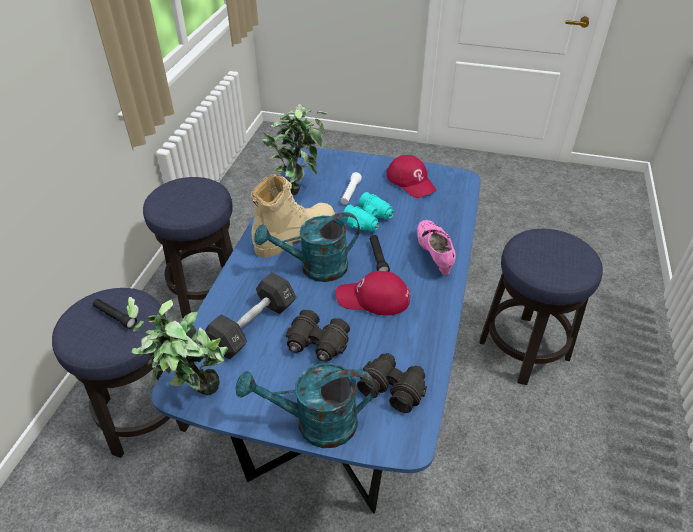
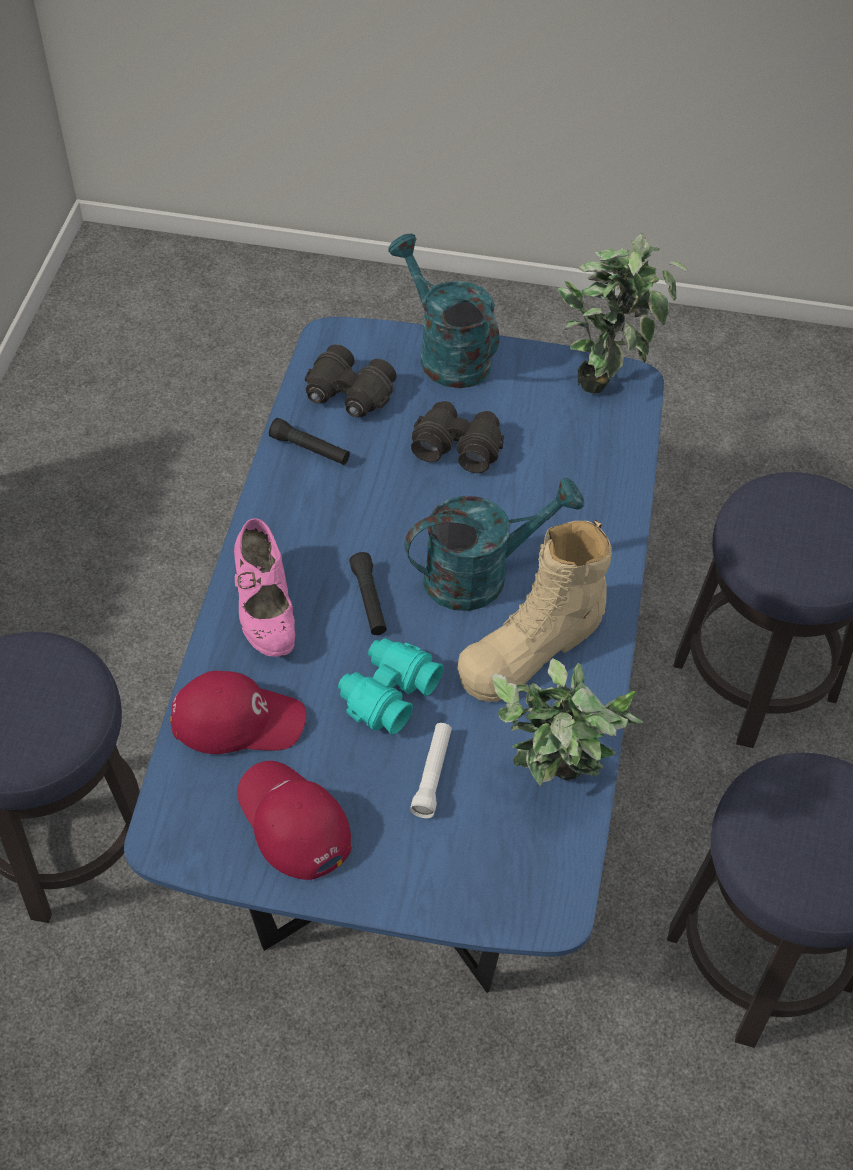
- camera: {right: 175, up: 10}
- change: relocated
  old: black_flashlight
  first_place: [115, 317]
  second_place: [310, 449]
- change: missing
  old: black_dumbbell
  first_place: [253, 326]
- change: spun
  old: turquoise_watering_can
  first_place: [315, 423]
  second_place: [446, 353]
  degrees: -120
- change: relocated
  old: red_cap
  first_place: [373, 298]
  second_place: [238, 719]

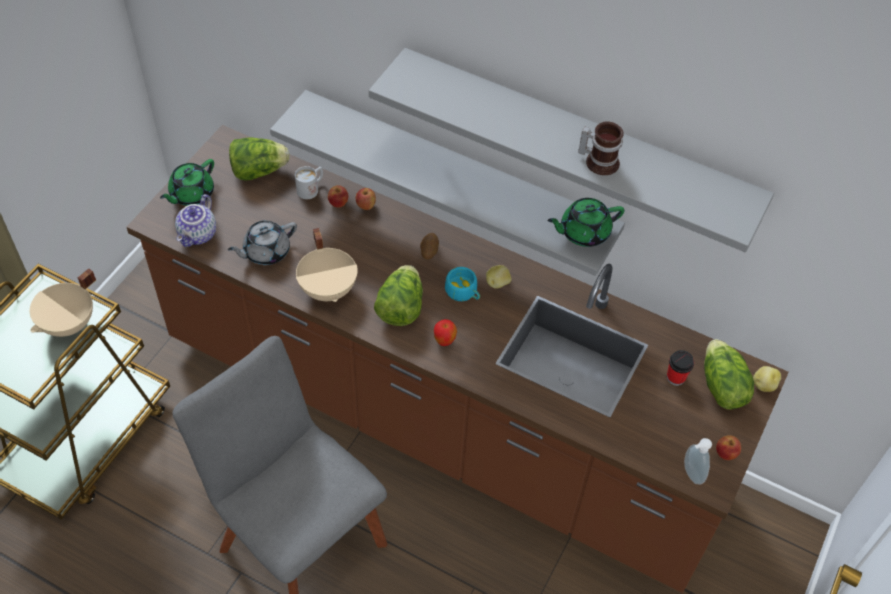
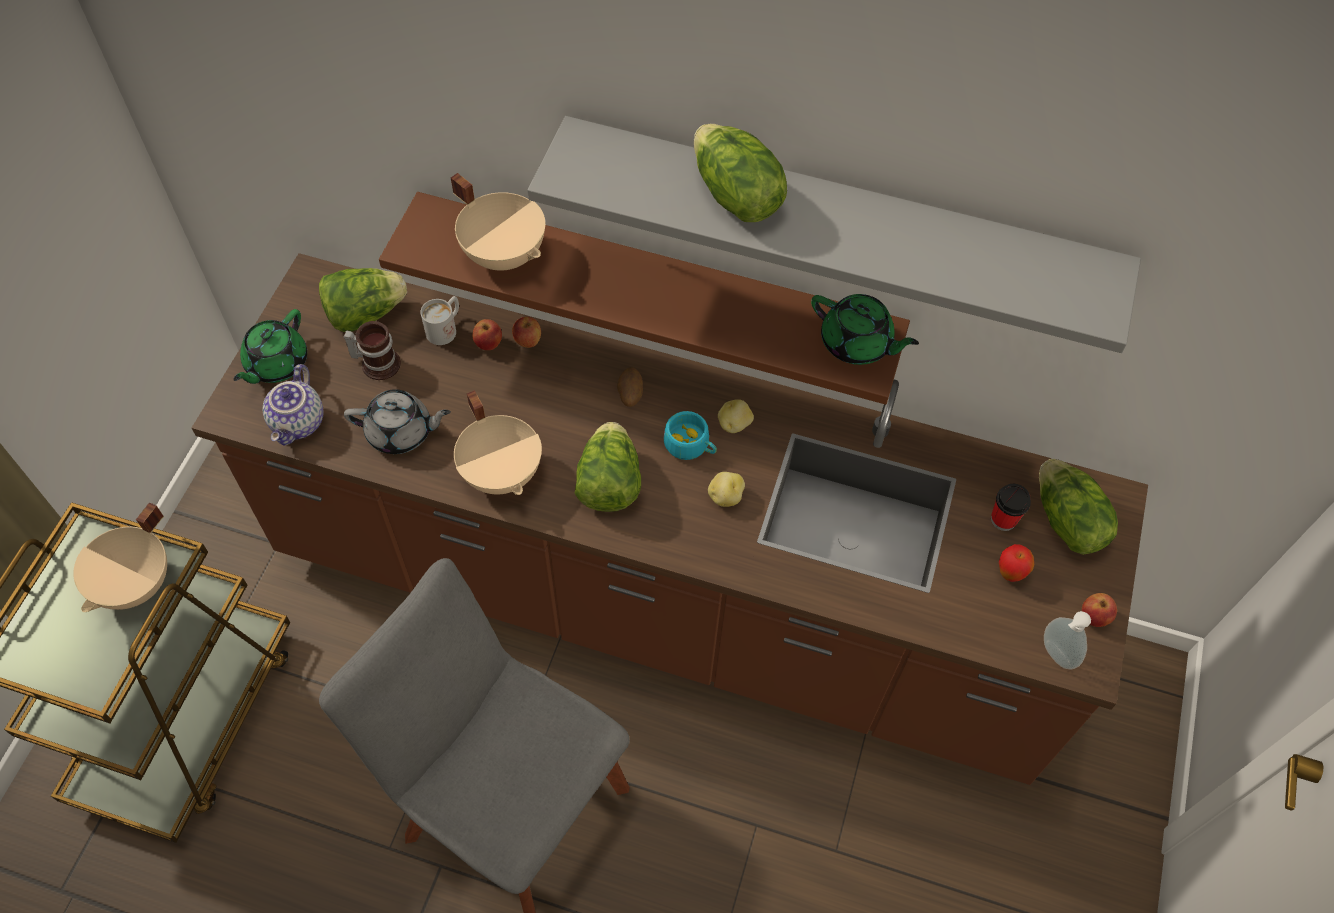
- camera: {right: -10, up: 5}
- change: spun
  old: grey_teapot
  first_place: [265, 252]
  second_place: [401, 432]
  degrees: -135
- change: colour
  old: grey_shelf
  new: brown_shelf
  first_place: [457, 175]
  second_place: [656, 283]
- change: relocated
  old: apple
  first_place: [444, 341]
  second_place: [1010, 573]
- change: spun
  old: green_teapot
  first_place: [583, 232]
  second_place: [857, 343]
  degrees: -120
- change: relocated
  old: mug
  first_place: [599, 160]
  second_place: [377, 362]
- change: relocated
  old: potato
  first_place: [763, 384]
  second_place: [725, 496]
- change: appeared
  new: beige_cooking_pot
  second_place: [504, 254]
- change: appeared
  new: lettuce
  second_place: [735, 196]

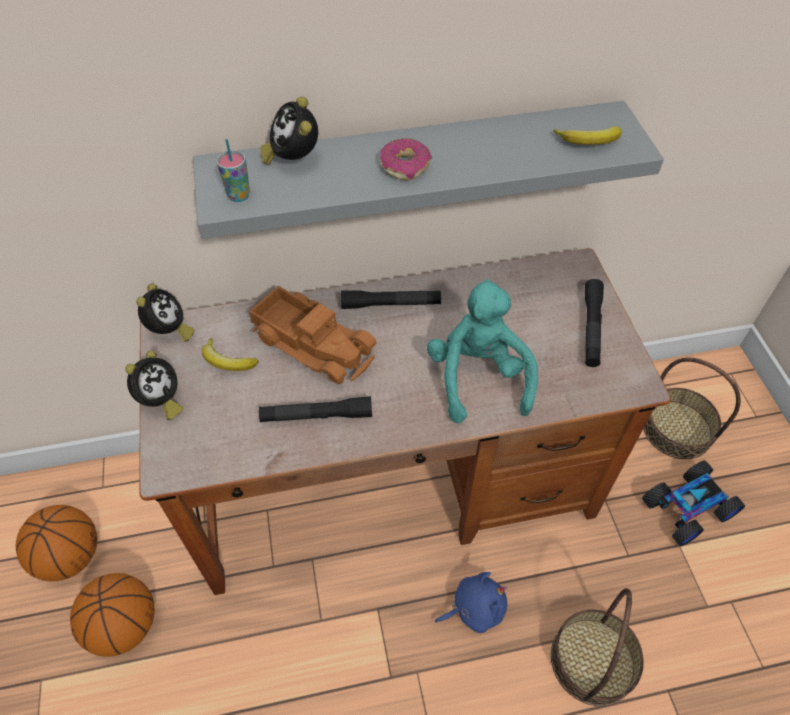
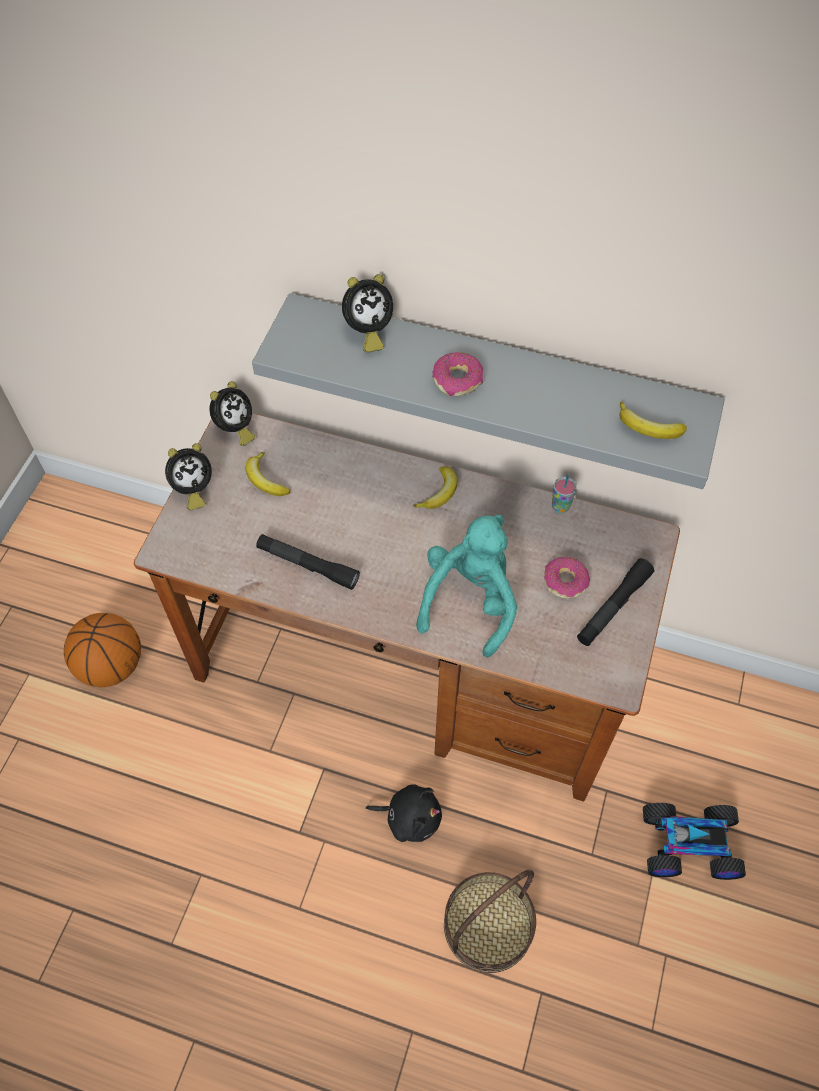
- camera: {right: 30, up: 5}
- change: missing
  old: basketball
  first_place: [70, 556]
- change: relocated
  old: cup
  first_place: [239, 196]
  second_place: [560, 507]
- change: missing
  old: toy_truck
  first_place: [314, 343]
- change: spun
  old: alarm_clock
  first_place: [293, 160]
  second_place: [367, 332]
  degrees: -135
- change: exchanged
  old: black_flashlight
  new: banana
  first_place: [391, 304]
  second_place: [439, 493]
- change: colour
  old: blue_plush_toy
  new: black_plush_toy
  first_place: [474, 608]
  second_place: [410, 817]
- change: missing
  old: basket
  first_place: [677, 429]
- change: appeared
  new: donut
  second_place: [565, 581]

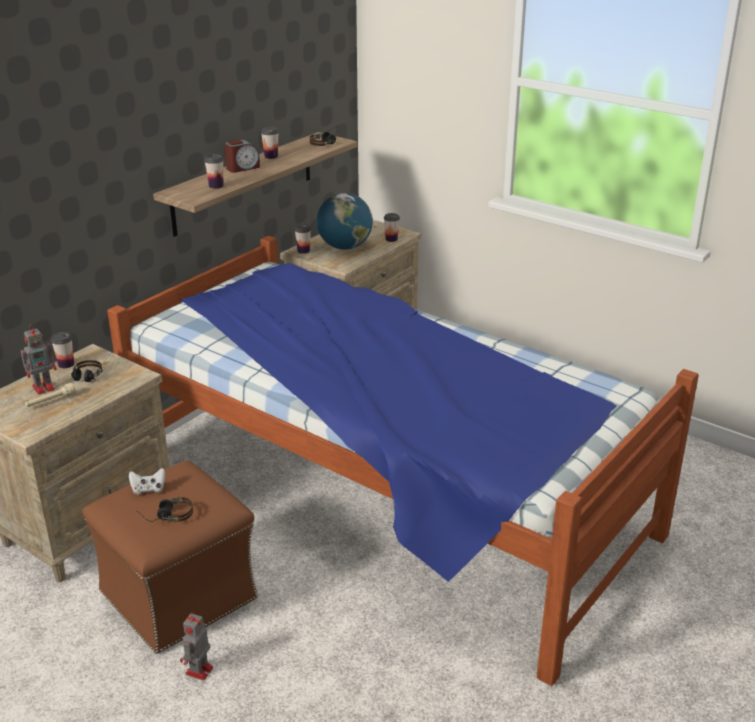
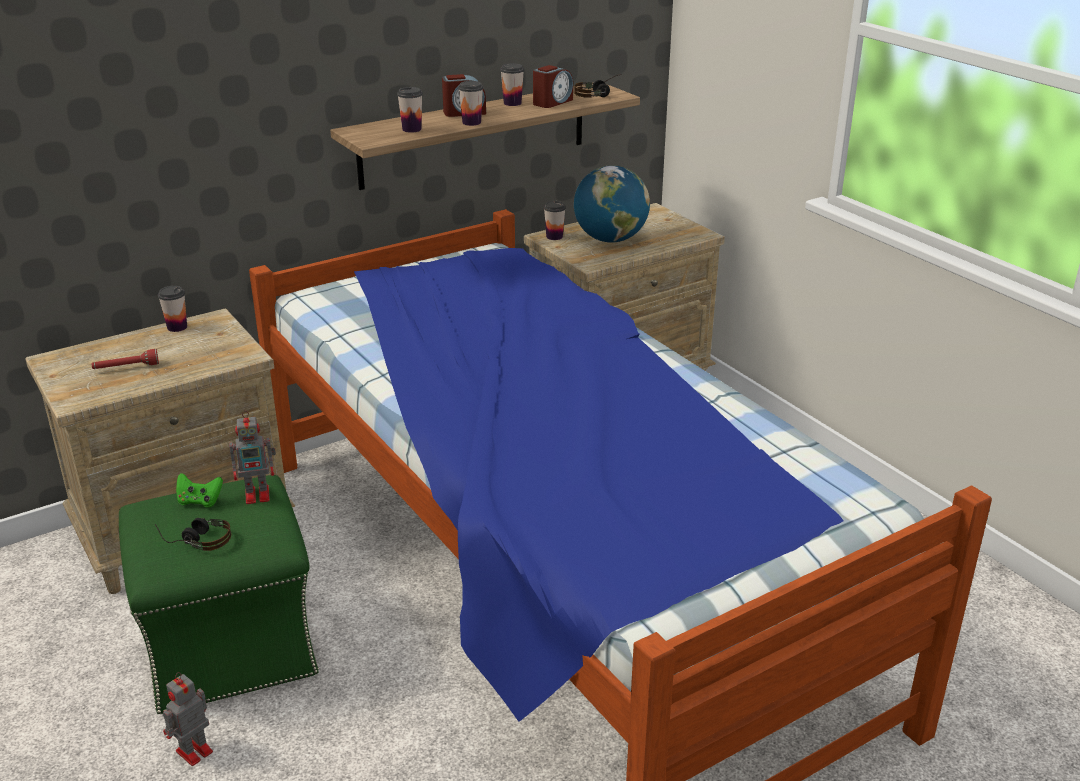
- camera: {right: 20, up: 0}
- change: relocated
  old: toy_robot
  first_place: [44, 387]
  second_place: [259, 494]
- change: colour
  old: beige_flashlight
  new: red_flashlight
  first_place: [51, 401]
  second_place: [126, 368]
- change: missing
  old: headphones
  first_place: [86, 380]
- change: colour
  old: brown_ottoman
  new: green_ottoman
  first_place: [180, 594]
  second_place: [232, 645]
- change: colour
  old: white_game_controller
  new: green_game_controller
  first_place: [148, 489]
  second_place: [200, 501]
- change: relocated
  old: cup
  first_place: [391, 239]
  second_place: [471, 122]
- change: appeared
  new: alarm_clock
  second_place: [552, 102]

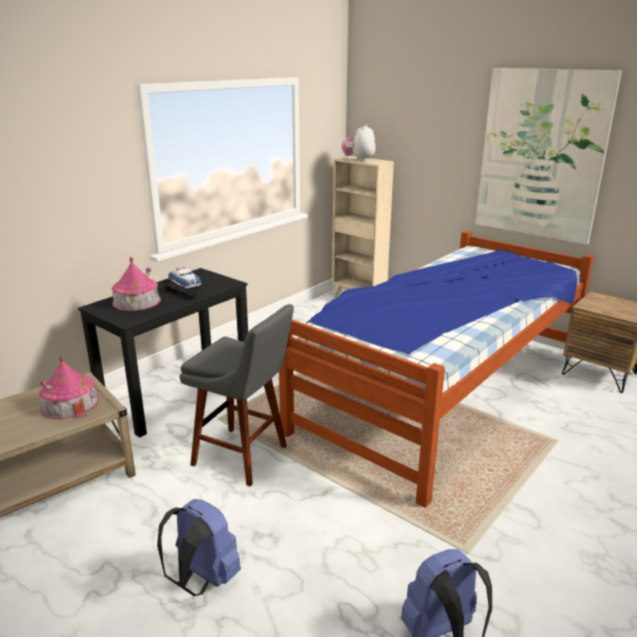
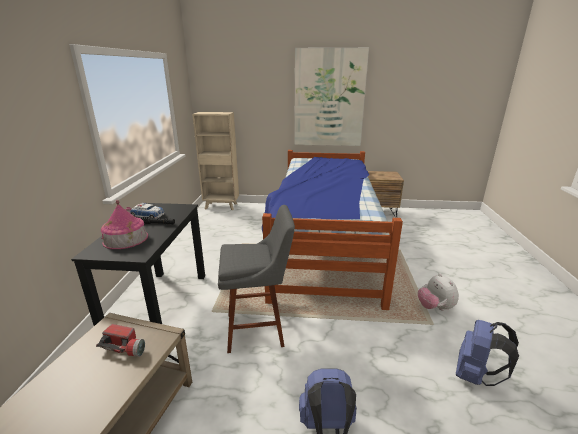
- camera: {right: -35, up: 0}
- change: exchanged
  old: toy_house
  new: flashlight
  first_place: [70, 404]
  second_place: [125, 347]
- change: relocated
  old: plush_toy
  first_place: [359, 160]
  second_place: [435, 307]

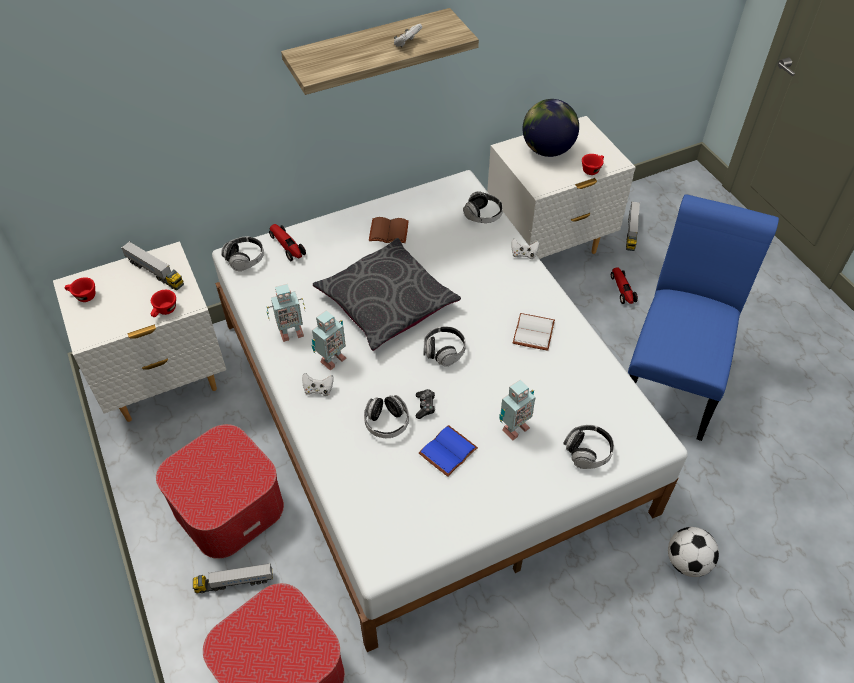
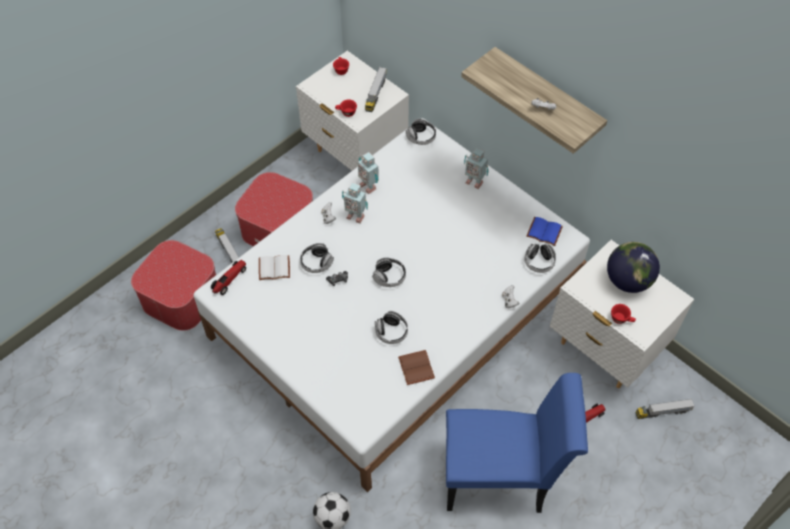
- camera: {right: 70, up: 5}
- change: relocated
  old: toy_car
  first_place: [287, 246]
  second_place: [229, 280]
- change: missing
  old: grey_pillow
  first_place: [386, 302]
- change: relocated
  old: brown_book
  first_place: [388, 232]
  second_place: [415, 367]
- change: relocated
  old: blue_book
  first_place: [448, 453]
  second_place: [543, 232]
- change: relocated
  old: toy_robot
  first_place: [513, 428]
  second_place: [474, 181]
- change: relocated
  old: white_book
  first_place: [534, 333]
  second_place: [273, 269]
- change: relocated
  old: headphones
  first_place: [587, 452]
  second_place: [391, 332]

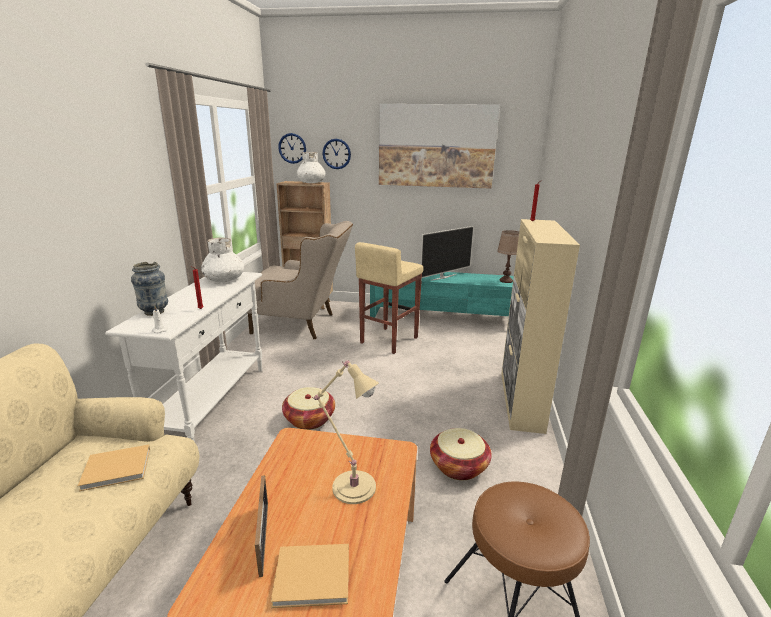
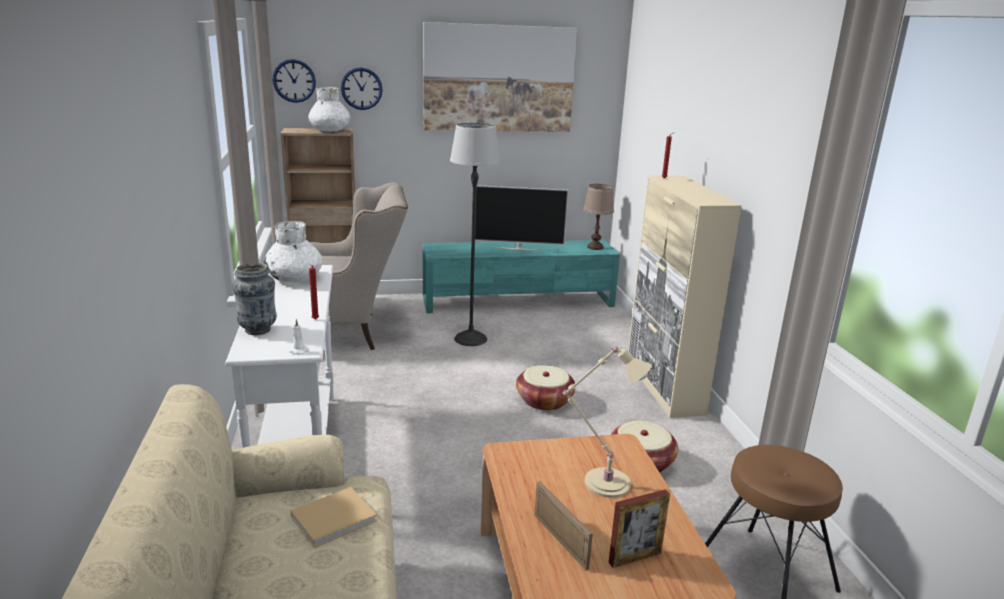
- camera: {right: -20, up: 0}
- change: exchanged
  old: beige_book
  new: picture_frame
  first_place: [315, 576]
  second_place: [635, 557]
- change: relocated
  old: basket
  first_place: [309, 419]
  second_place: [544, 401]
- change: exchanged
  old: beige_stool
  new: floor_lamp
  first_place: [388, 340]
  second_place: [470, 339]
- change: spun
  old: television
  first_place: [443, 277]
  second_place: [518, 249]
  degrees: 60

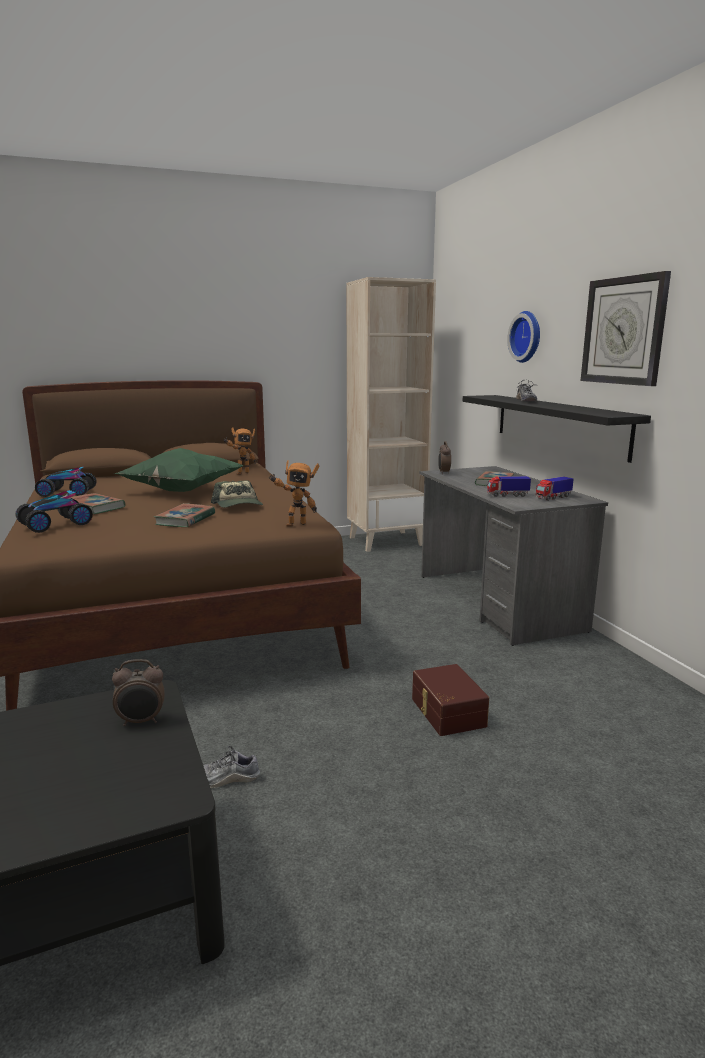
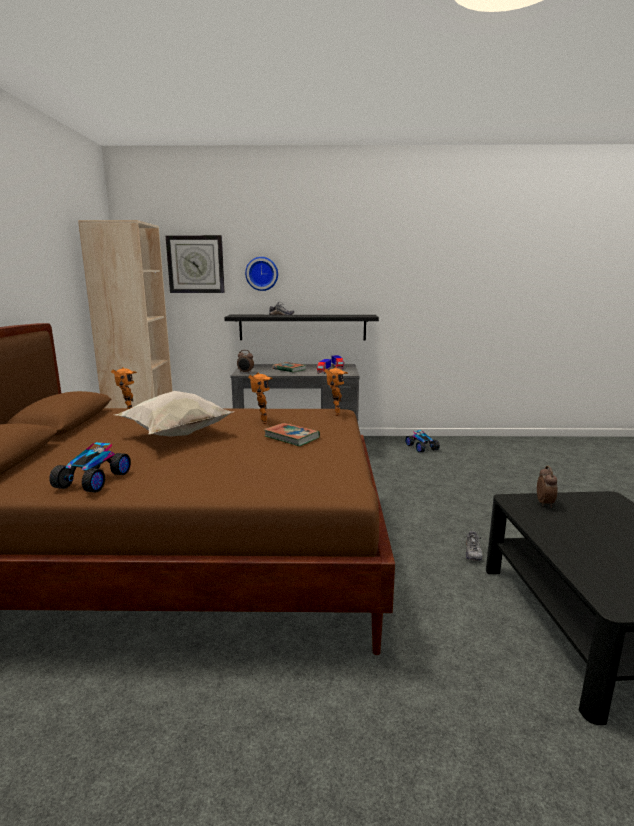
- camera: {right: -70, up: 0}
- change: relocated
  old: toy_car
  first_place: [55, 524]
  second_place: [421, 447]
- change: missing
  old: book
  first_place: [95, 507]
- change: colour
  old: green_pillow
  new: white_pillow
  first_place: [181, 491]
  second_place: [175, 435]
- change: exchanged
  old: cap
  new: toy_robot
  first_place: [238, 505]
  second_place: [261, 422]
- change: missing
  old: brown_storage_box
  first_place: [446, 712]
- change: relocated
  old: wall_clock
  first_place: [624, 331]
  second_place: [196, 264]

